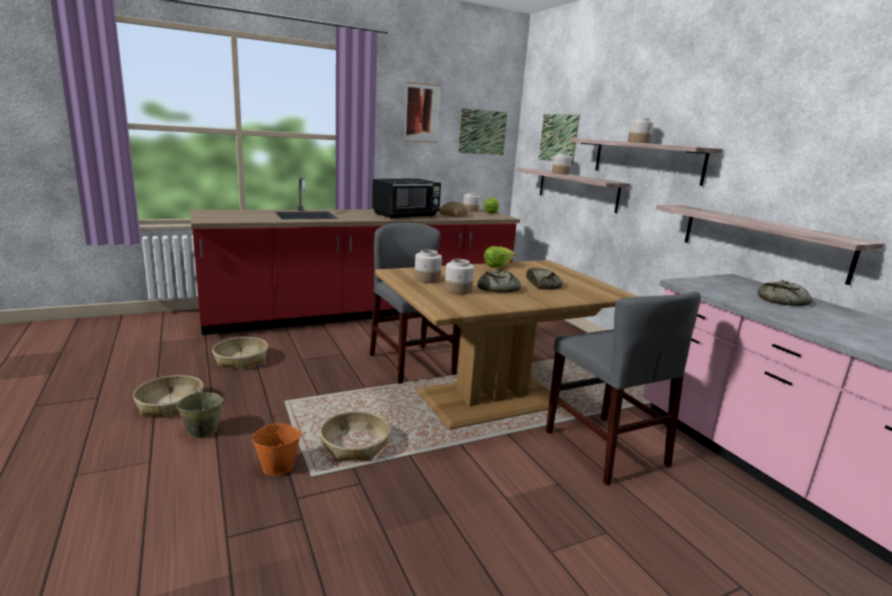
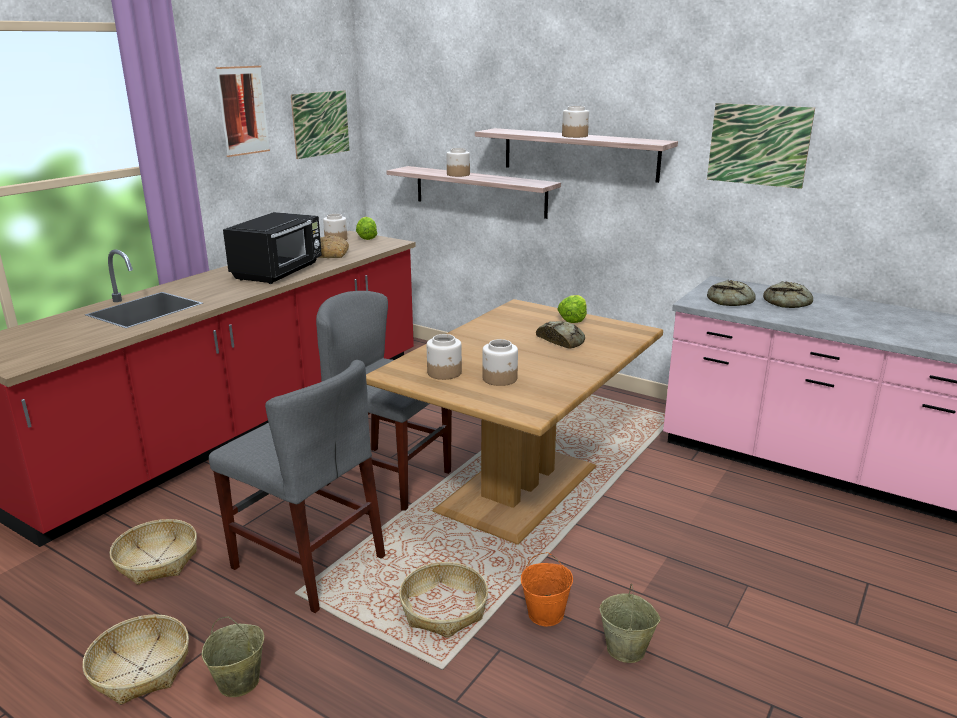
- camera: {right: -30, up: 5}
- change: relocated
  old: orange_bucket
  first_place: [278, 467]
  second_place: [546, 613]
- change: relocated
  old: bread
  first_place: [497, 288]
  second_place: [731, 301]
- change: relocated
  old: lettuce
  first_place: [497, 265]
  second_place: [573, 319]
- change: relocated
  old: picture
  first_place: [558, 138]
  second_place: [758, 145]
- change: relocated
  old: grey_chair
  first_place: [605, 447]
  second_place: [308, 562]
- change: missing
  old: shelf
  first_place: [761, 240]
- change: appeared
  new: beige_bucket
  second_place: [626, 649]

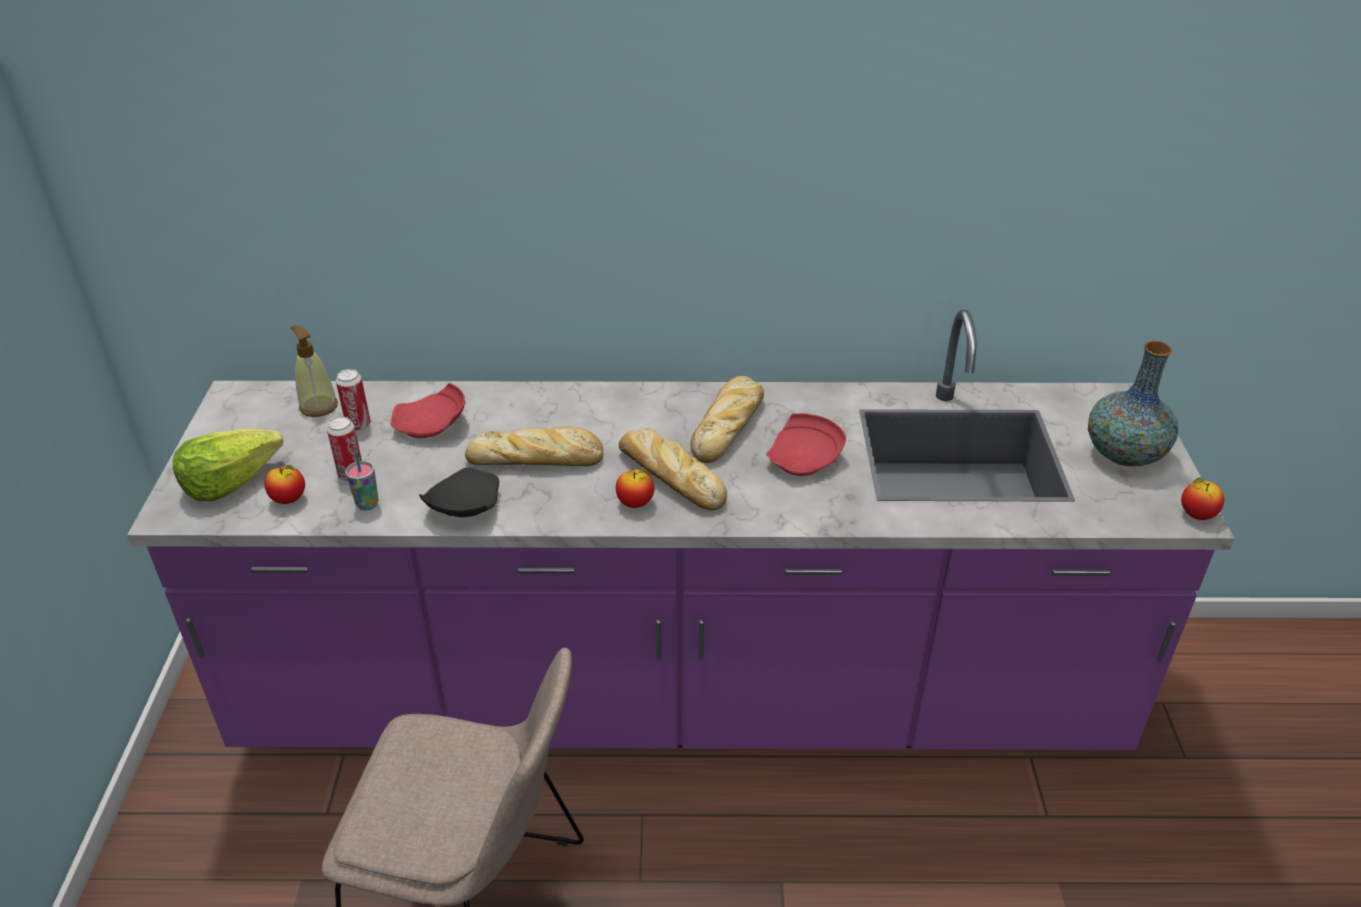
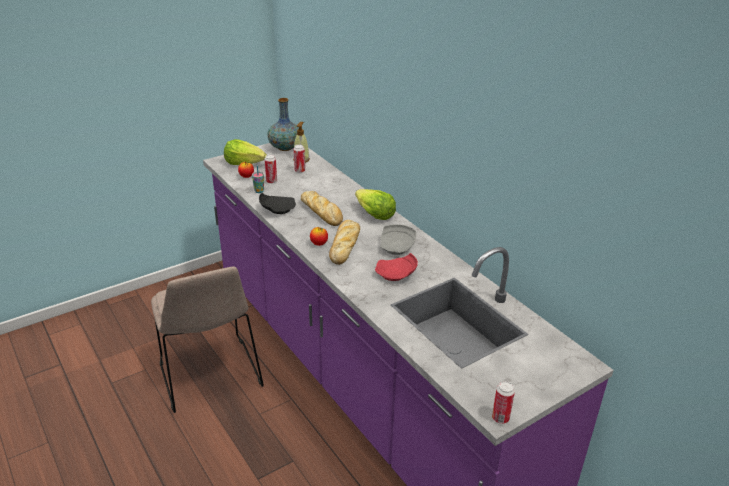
- camera: {right: 55, up: -5}
- change: missing
  old: red_plate
  first_place: [432, 426]
- change: exchanged
  old: bread
  new: grey_plate
  first_place: [728, 425]
  second_place: [397, 247]
- change: relocated
  old: vase
  first_place: [1123, 455]
  second_place: [285, 148]
- change: exchanged
  old: apple
  new: can
  first_place: [1196, 515]
  second_place: [500, 418]
- change: appeared
  new: lettuce
  second_place: [374, 214]

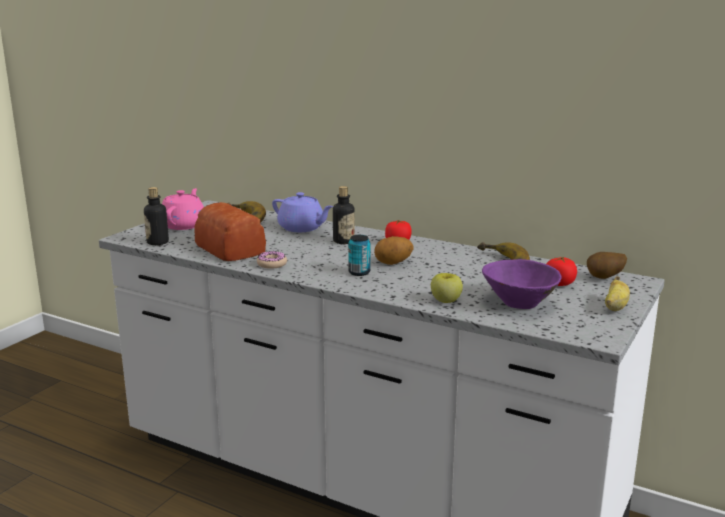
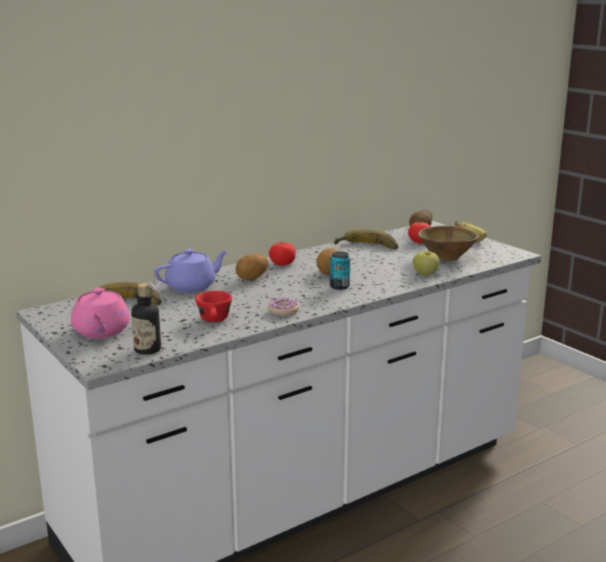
- camera: {right: -65, up: 0}
- change: spun
  old: pink_teapot
  first_place: [184, 225]
  second_place: [101, 331]
  degrees: -135
- change: exchanged
  old: bread
  new: red_cup
  first_place: [230, 248]
  second_place: [215, 320]
- change: exchanged
  old: bottle
  new: potato
  first_place: [343, 241]
  second_place: [252, 278]
- change: colour
  old: purple_bowl
  new: brown_bowl
  first_place: [518, 303]
  second_place: [446, 258]

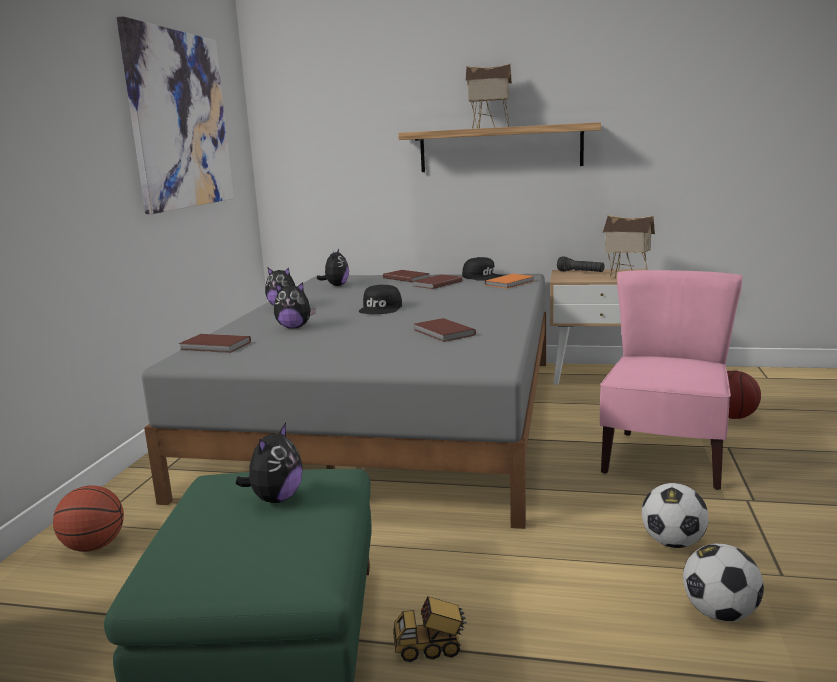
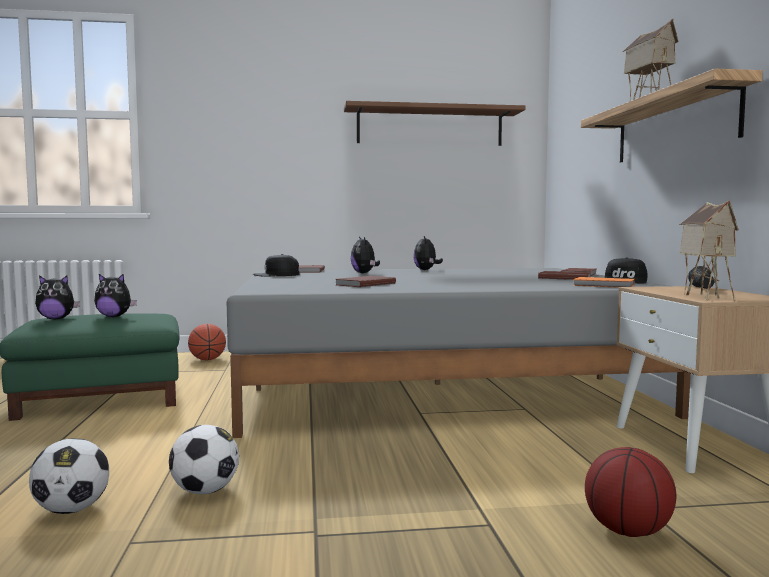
- camera: {right: 70, up: -10}
- change: exchanged
  old: picture
  new: brown_shelf
  first_place: [180, 120]
  second_place: [430, 127]
- change: relocated
  old: plush_toy
  first_place: [336, 285]
  second_place: [56, 319]
- change: relocated
  old: black_cap
  first_place: [381, 308]
  second_place: [276, 275]
- change: missing
  old: toy_truck
  first_place: [430, 649]
- change: missing
  old: pink_chair
  first_place: [664, 459]

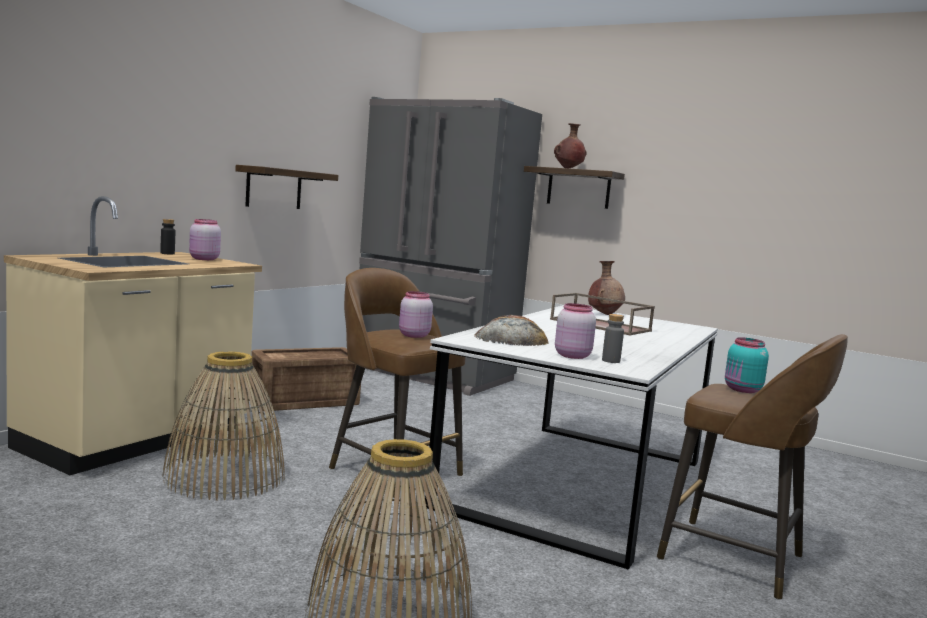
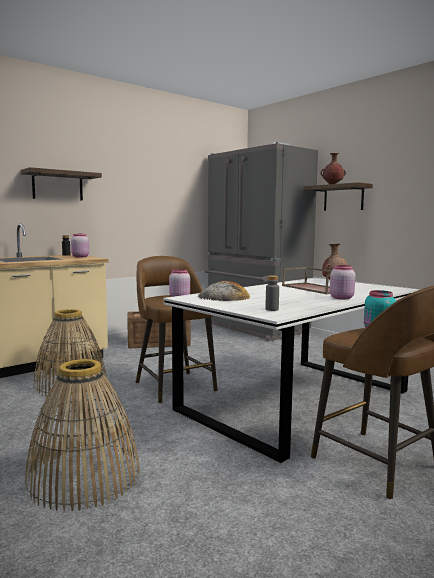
- camera: {right: 20, up: 0}
- change: relocated
  old: shelf
  first_place: [274, 188]
  second_place: [57, 186]
- change: relocated
  old: pink_jar
  first_place: [571, 355]
  second_place: [341, 298]

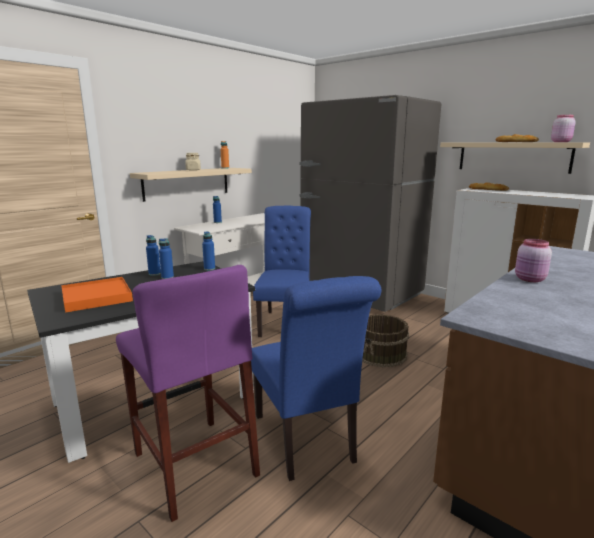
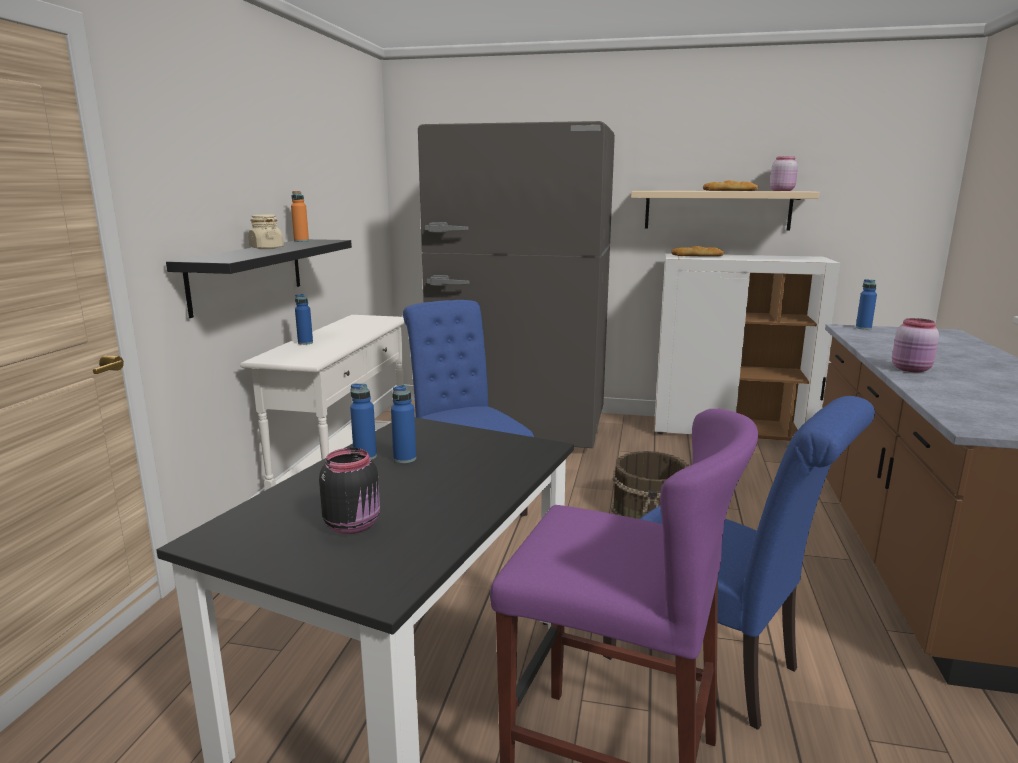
- camera: {right: -30, up: 0}
- change: exchanged
  old: orange_tray
  new: black_jar
  first_place: [97, 297]
  second_place: [354, 525]
- change: colour
  old: beige_shelf
  new: black_shelf
  first_place: [187, 183]
  second_place: [248, 274]
- change: relocated
  old: blue_bottle
  first_place: [209, 269]
  second_place: [863, 328]

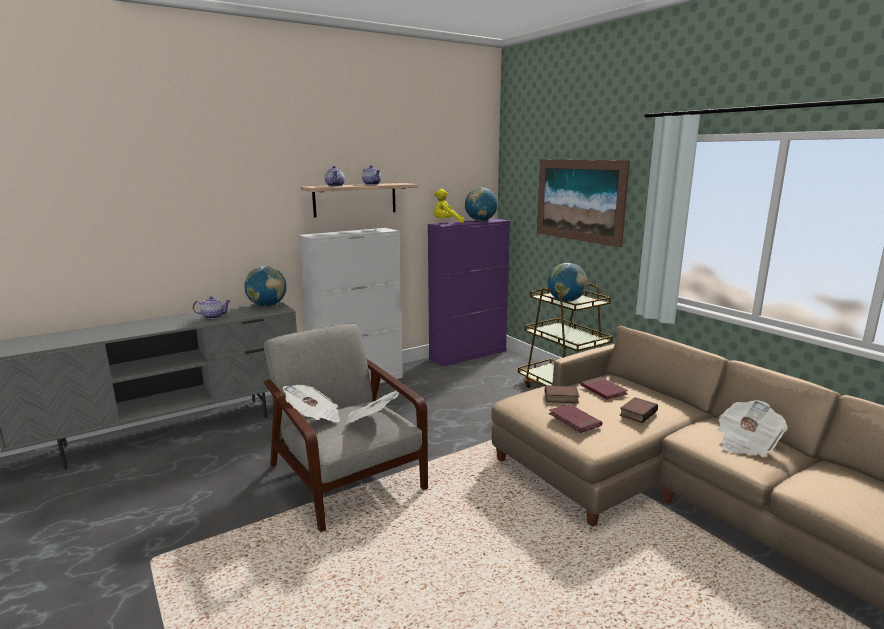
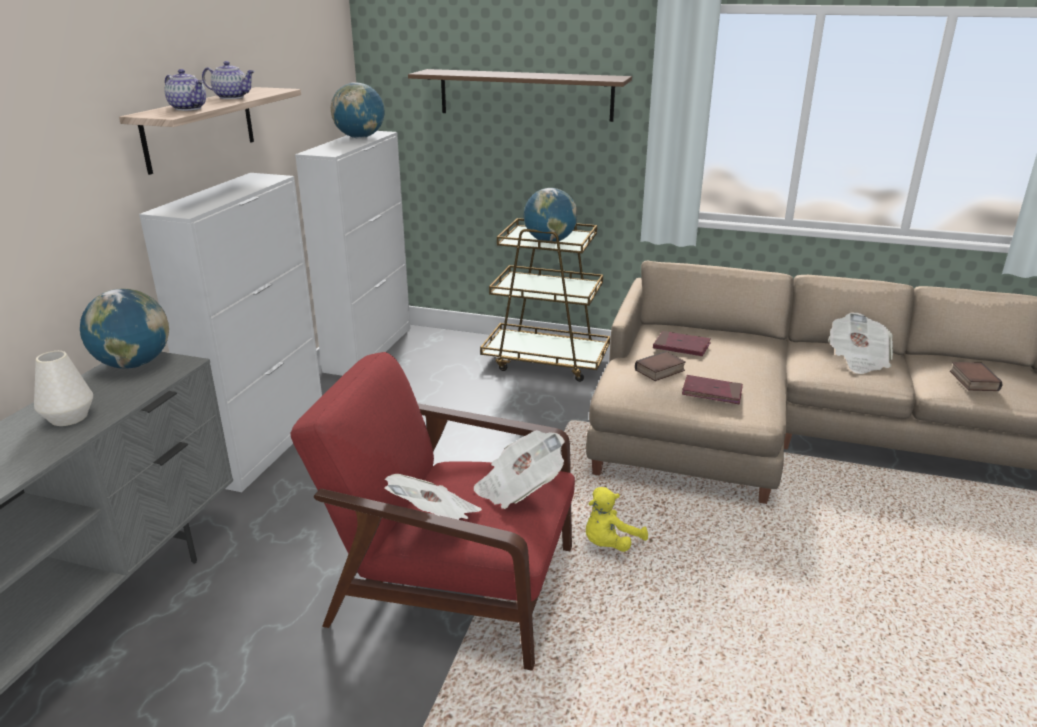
- camera: {right: -40, up: 10}
- change: exchanged
  old: teapot
  new: white_vase
  first_place: [213, 316]
  second_place: [68, 418]
- change: colour
  old: grey_armchair
  new: red_armchair
  first_place: [345, 475]
  second_place: [451, 584]
- change: colour
  old: purple_cabinet
  new: white_cabinet
  first_place: [468, 355]
  second_place: [369, 349]
- change: relocated
  old: yellow_plush_toy
  first_place: [447, 223]
  second_place: [609, 544]
- change: exchanged
  old: picture
  new: brown_shelf
  first_place: [579, 200]
  second_place: [525, 95]
- change: relocated
  old: book
  first_place: [637, 413]
  second_place: [972, 380]

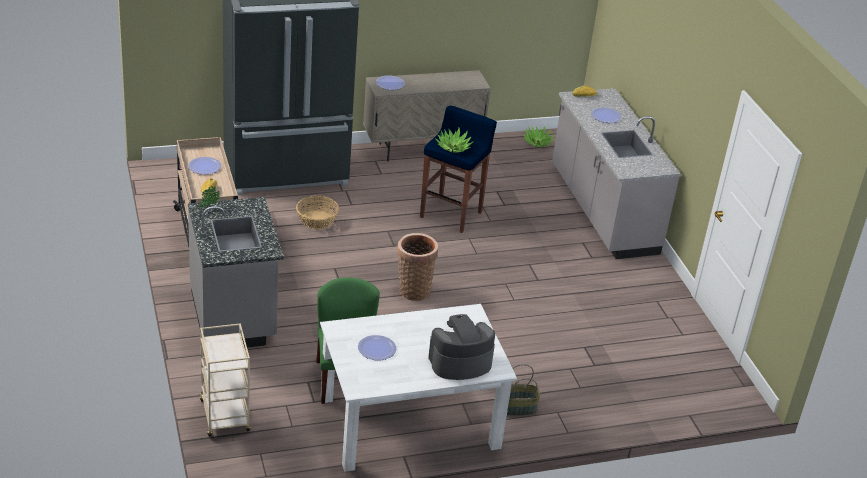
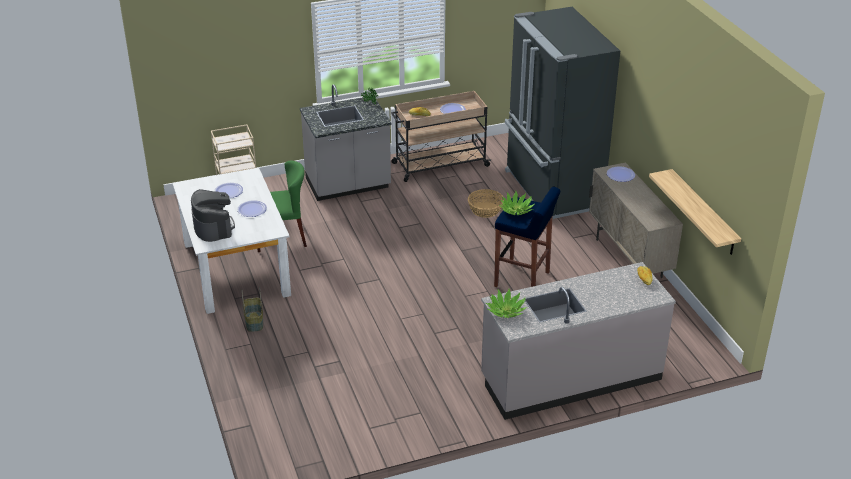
- camera: {right: 90, up: 0}
- change: missing
  old: basket
  first_place: [413, 289]
- change: relocated
  old: potted_plant
  first_place: [537, 142]
  second_place: [506, 311]
- change: relocated
  old: plate
  first_place: [605, 116]
  second_place: [252, 209]
- change: appeared
  new: shelf
  second_place: [703, 212]

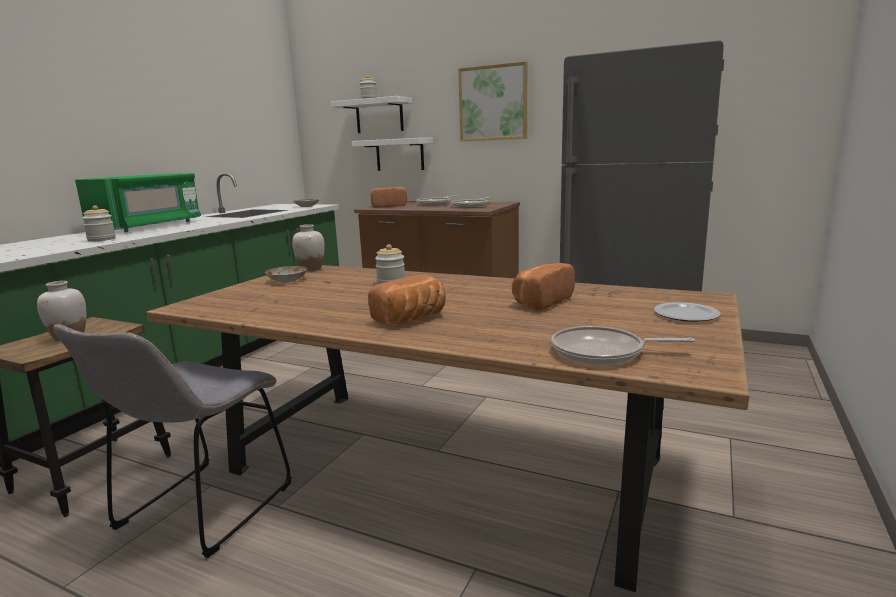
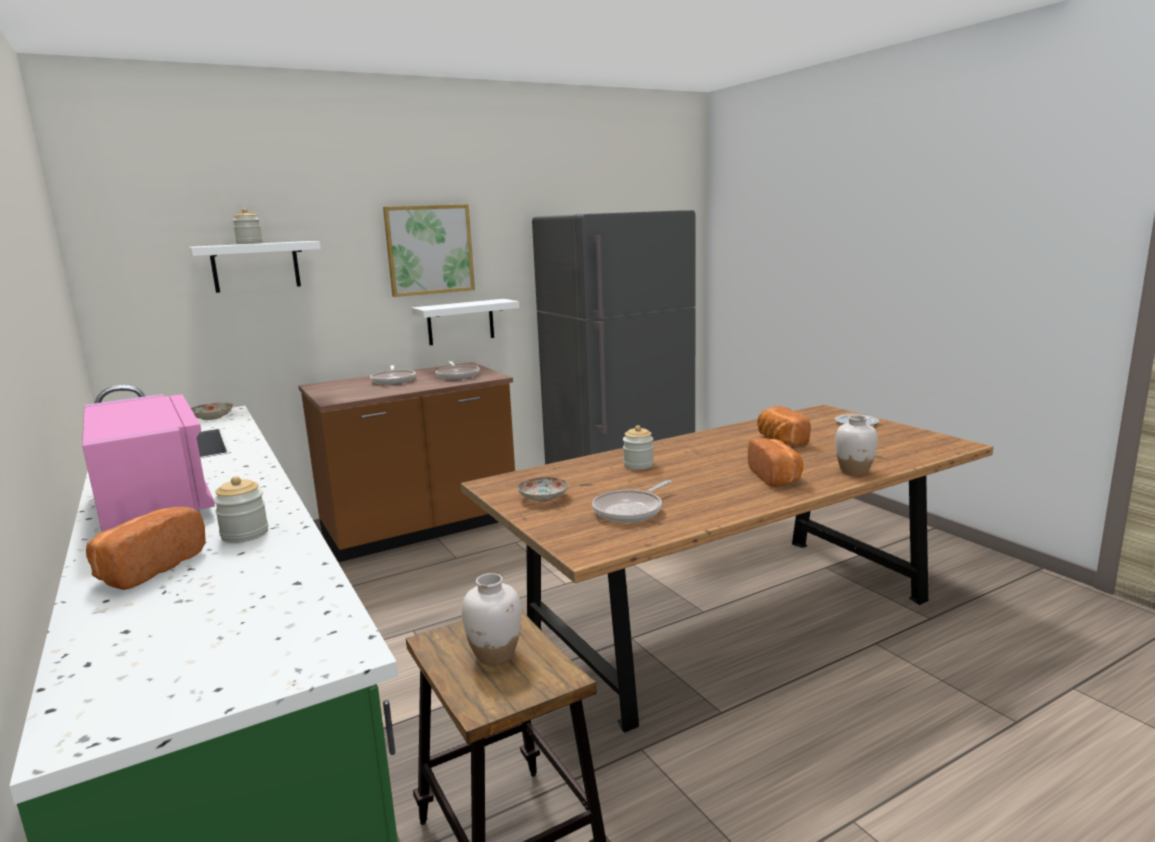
- camera: {right: -55, up: 0}
- change: missing
  old: grey_chair
  first_place: [200, 511]
- change: colour
  old: green_microwave
  new: pink_microwave
  first_place: [149, 226]
  second_place: [153, 504]
- change: relocated
  old: white_vase
  first_place: [311, 269]
  second_place: [854, 471]
- change: relocated
  old: white_shelf
  first_place: [399, 155]
  second_place: [460, 322]
- change: relocated
  old: bread
  first_place: [388, 206]
  second_place: [147, 568]
- change: relocated
  old: frying_pan
  first_place: [603, 353]
  second_place: [630, 510]

